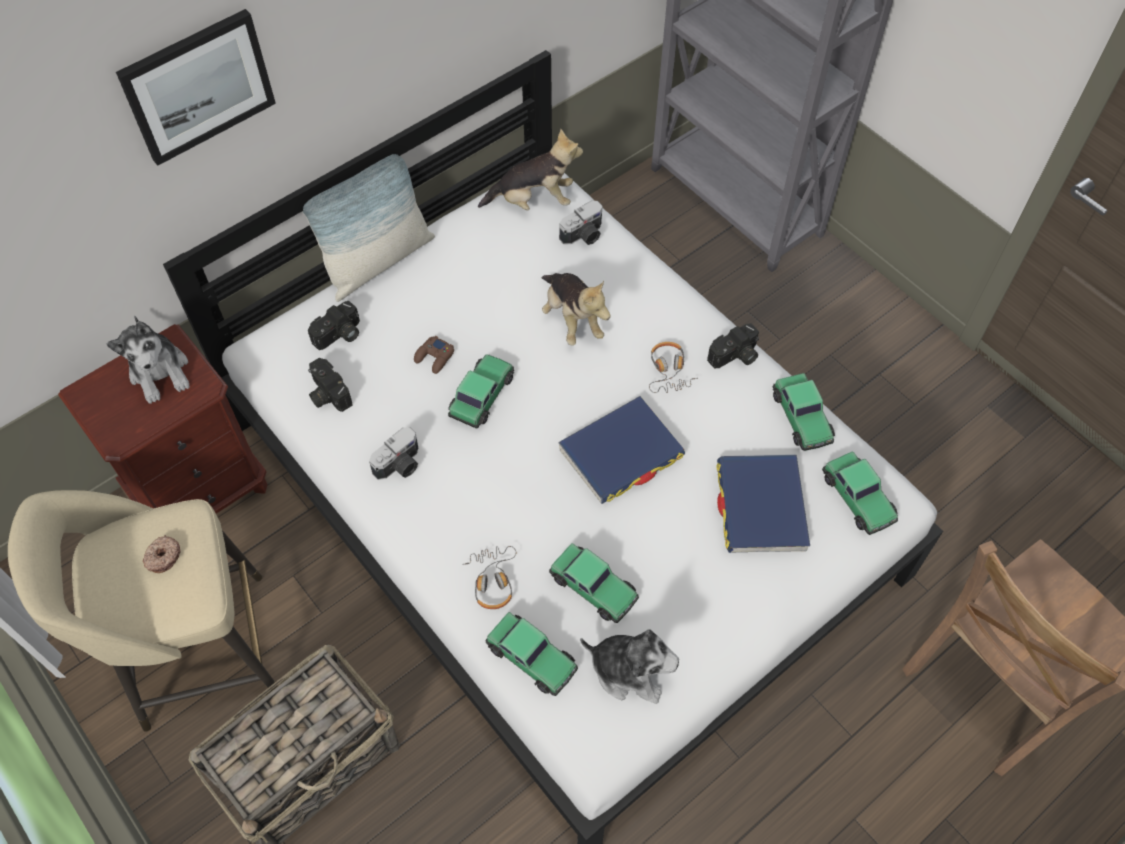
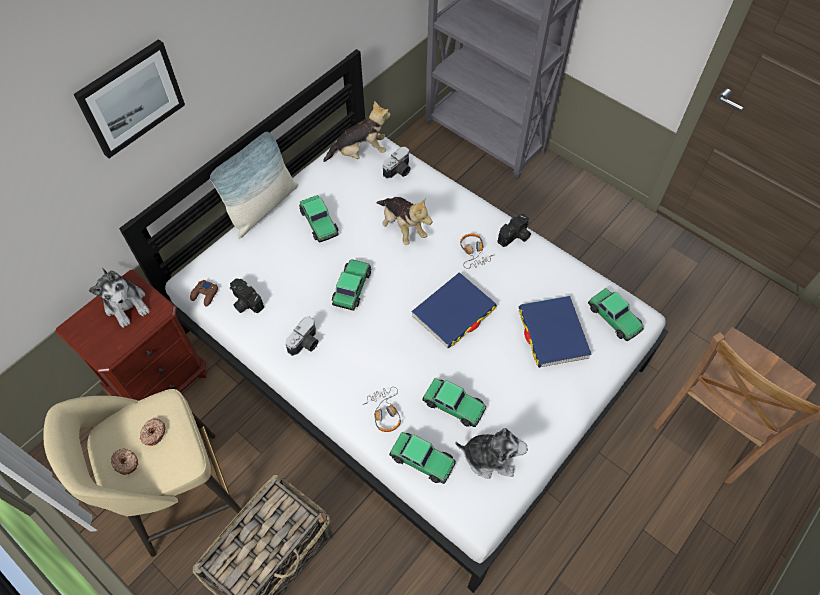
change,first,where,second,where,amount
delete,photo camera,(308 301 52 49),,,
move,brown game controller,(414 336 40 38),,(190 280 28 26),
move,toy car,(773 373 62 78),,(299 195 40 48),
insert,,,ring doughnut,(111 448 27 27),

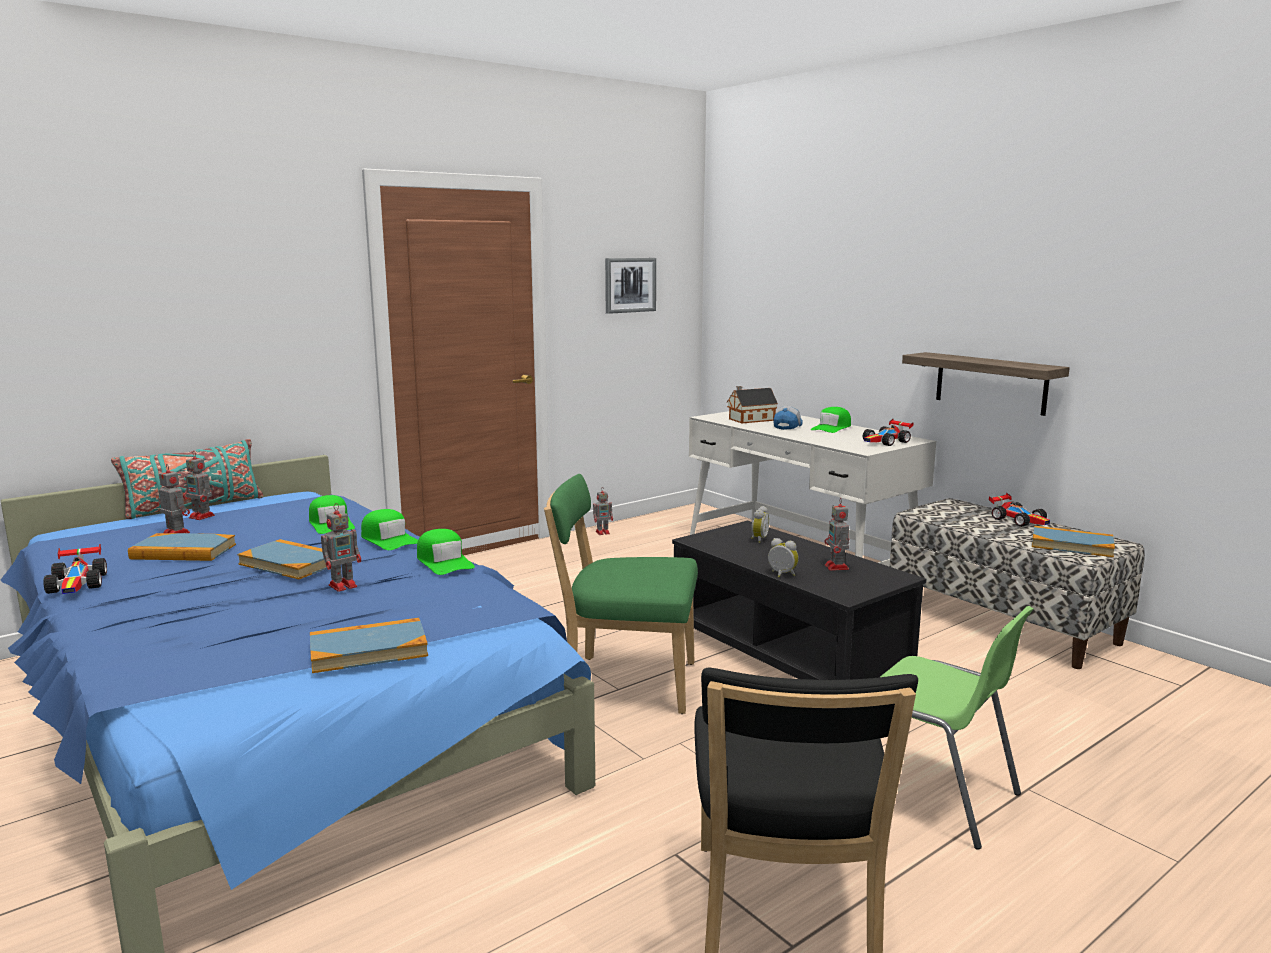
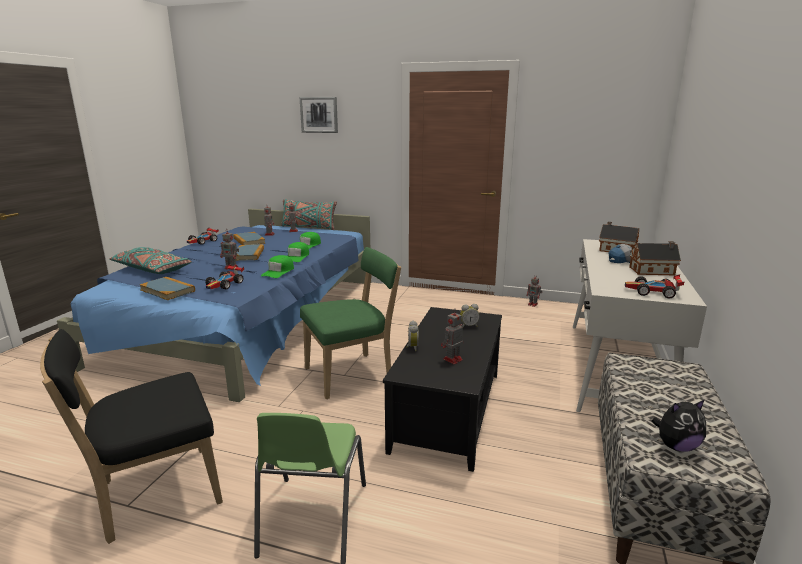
change,first,where,second,where,amount
move,wall art,(605 258 51 56),,(300 97 38 36),
delete,shelf,(902 352 168 64),,,
replace,green baseball cap,(811 407 40 26),model house,(629 241 52 34),
rotate,green plain chair,(544 474 154 240),,(300 247 101 152),90 degrees clockwise
move,toy car,(989 493 61 34),,(205 265 39 24),
replace,book,(1032 526 83 31),plush toy,(652 400 54 52),
insert,,,turquoise-coloured throw pillow,(110 247 82 27),

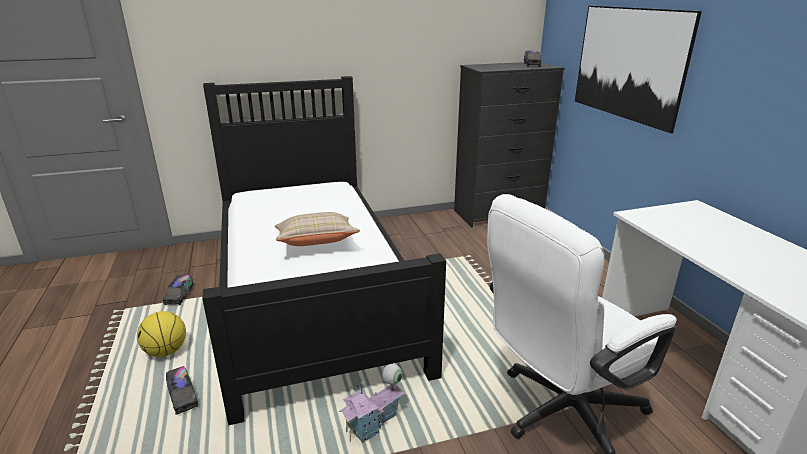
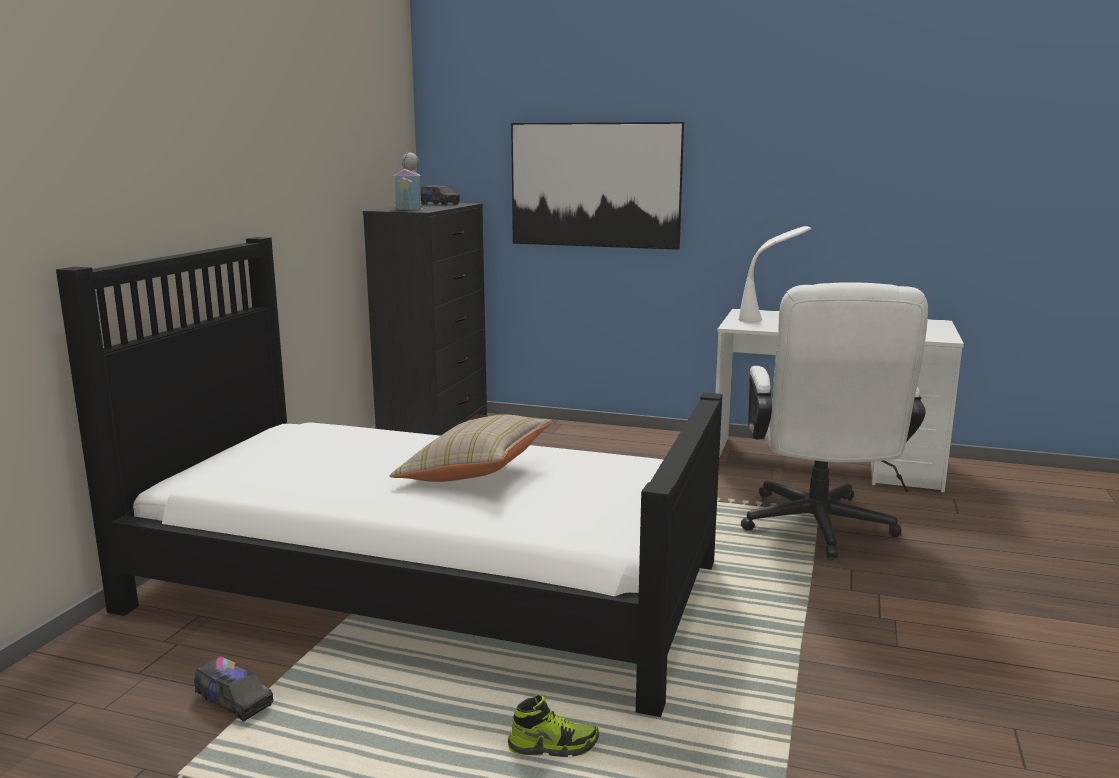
change,first,where,second,where,amount
delete,basketball,(137 311 49 46),,,
move,model house,(339 364 65 79),,(393 153 30 57),
replace,model truck,(166 366 32 49),low shoe,(508 694 91 63),
insert,,,white-coloured table lamp,(739 226 72 96),

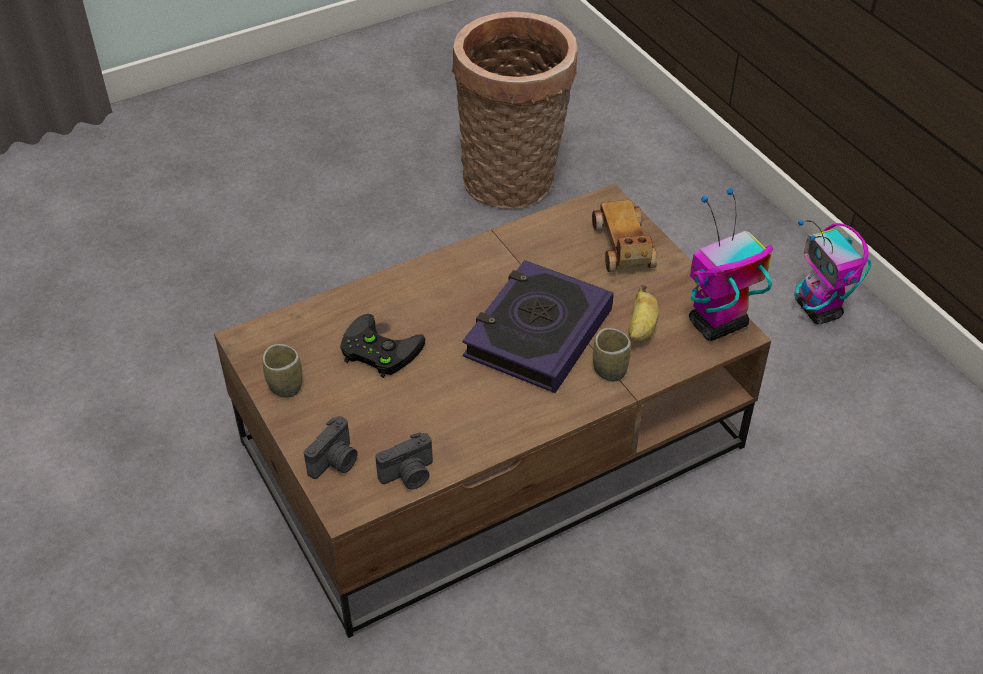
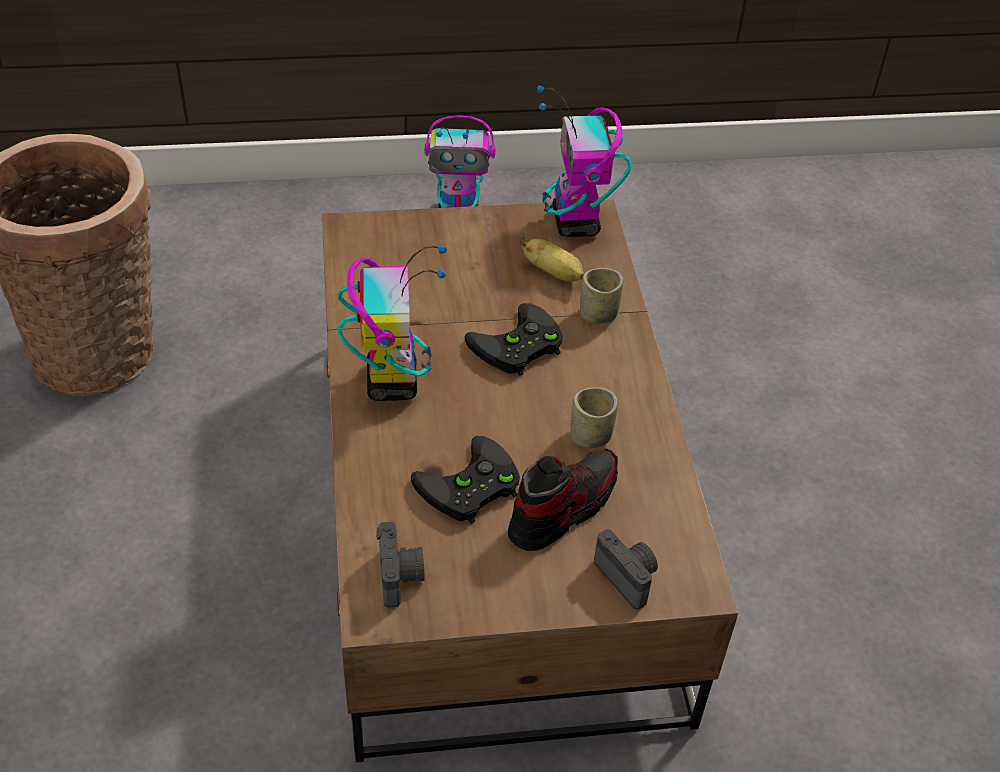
change,first,where,second,where,amount
delete,toy car,(592 200 65 72),,,
replace,book,(462 260 152 133),black game controller,(465 303 98 73),
move,drinking cup,(263 344 39 54),,(570 387 48 61),
move,photo camera,(375 432 58 58),,(376 521 49 87),
insert,,,robot figure,(337 245 110 156),
insert,,,low shoe,(508 448 110 103),

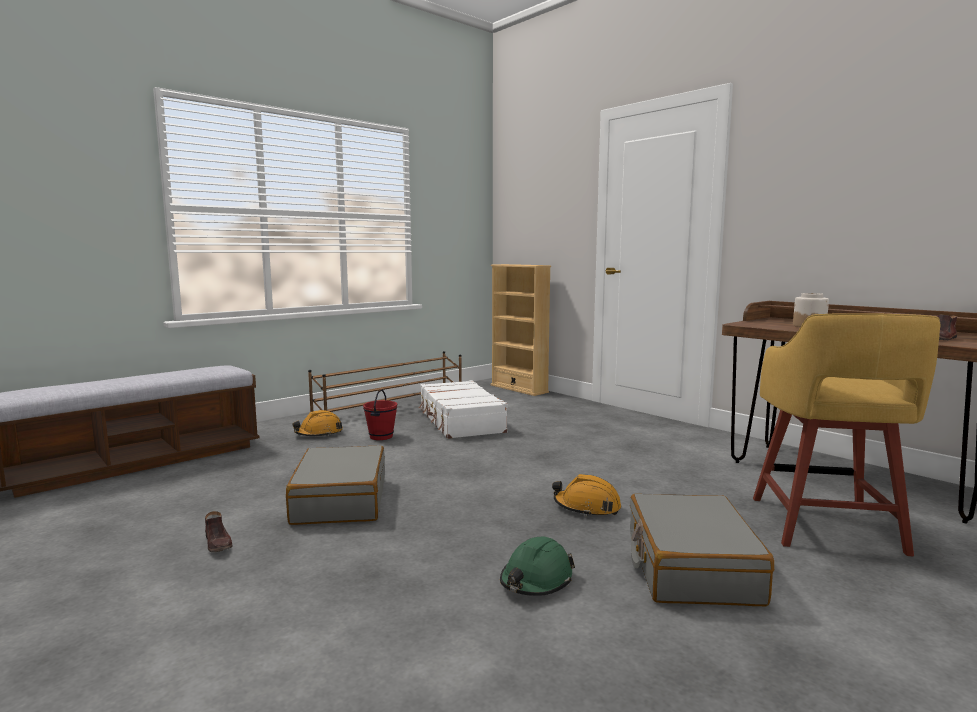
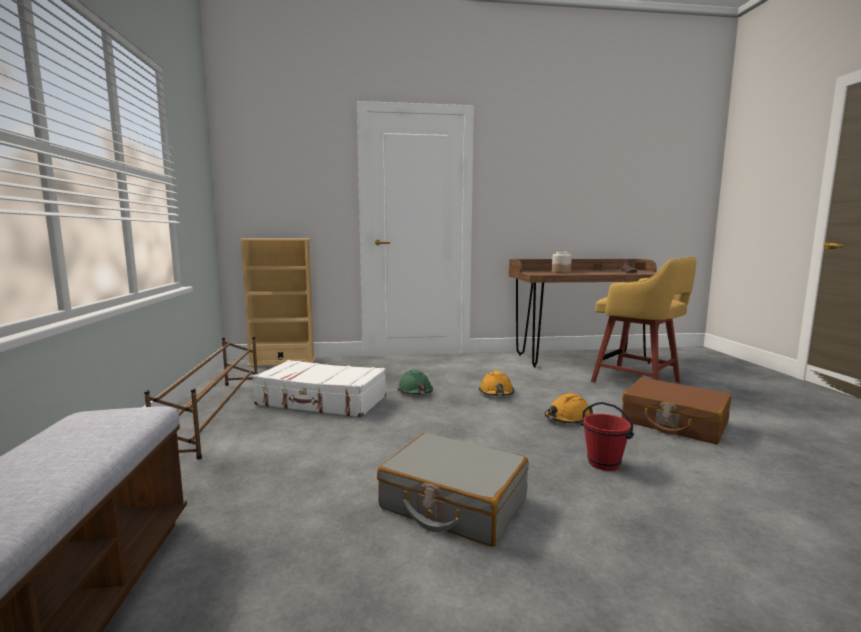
change,first,where,second,where,amount
move,reddish pail,(363 389 34 51),,(580 402 54 69),
move,orangey safety helmet,(292 410 51 26),,(479 371 35 25),
recolor,grey piece of luggage,(630 494 144 112),brown piece of luggage,(622 377 109 67),
delete,brown low shoe,(205 511 27 41),,,
move,green safety helmet,(500 537 75 59),,(398 370 35 24),

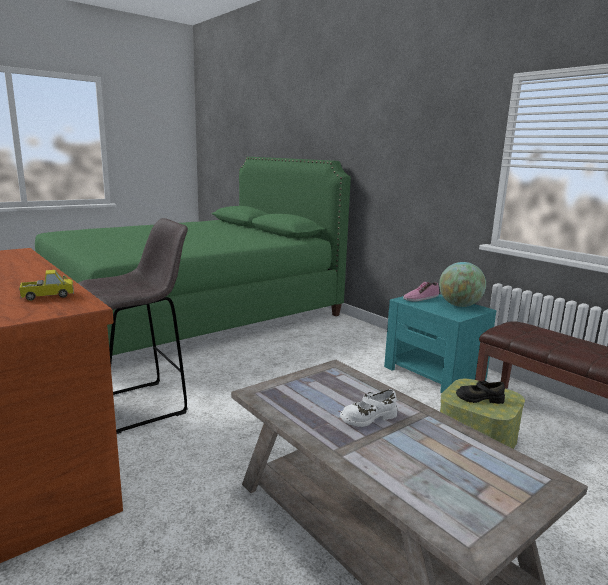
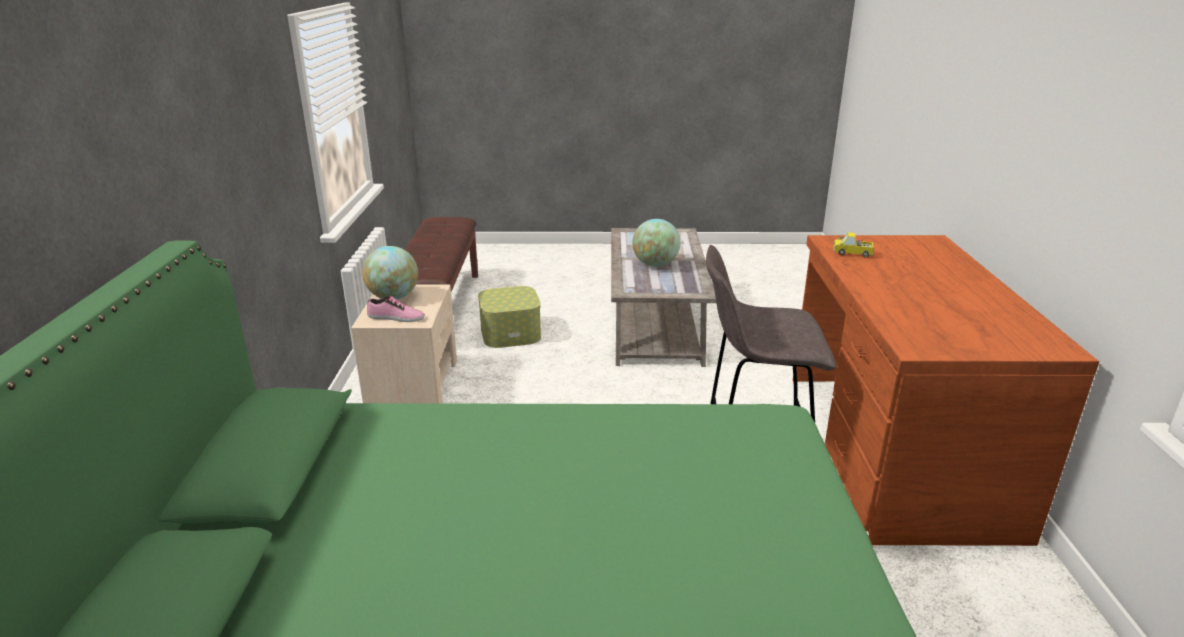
change,first,where,second,where,amount
recolor,turquoise-coloured bedside table,(384 294 113 99),beige-coloured bedside table,(351 284 106 120),
delete,black low shoe,(456 380 49 24),,,
replace,white-coloured low shoe,(340 389 57 38),globe,(632 219 48 48),

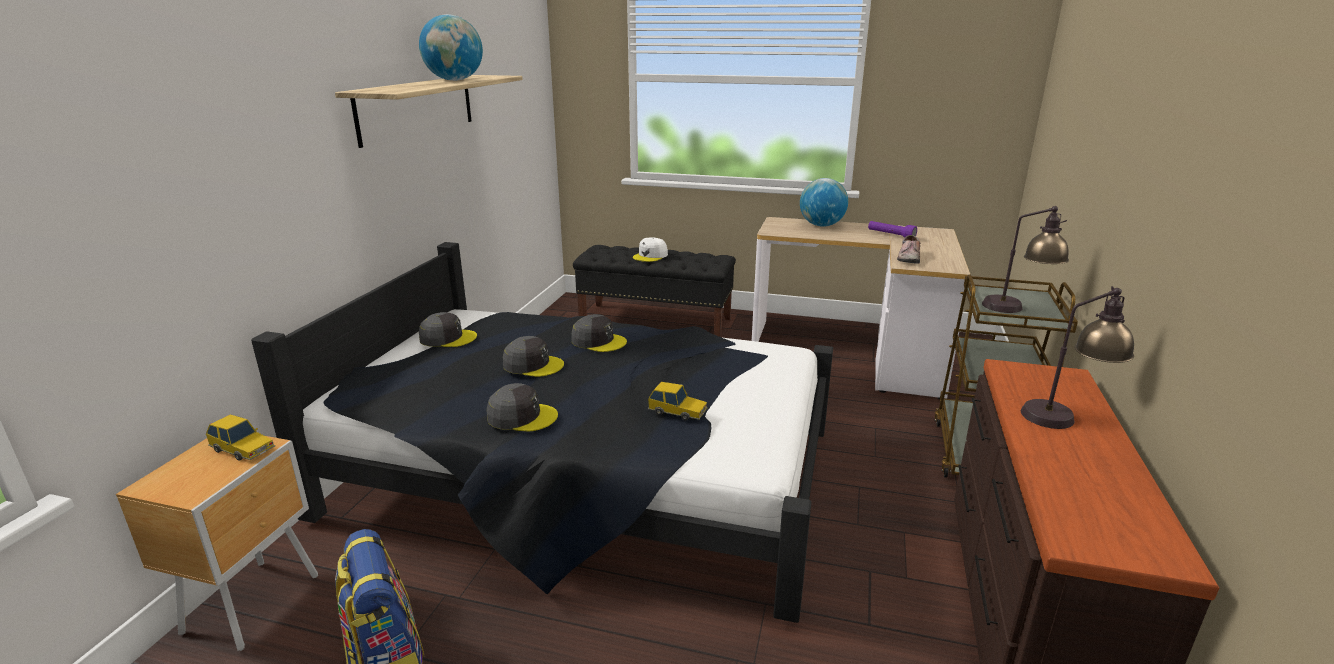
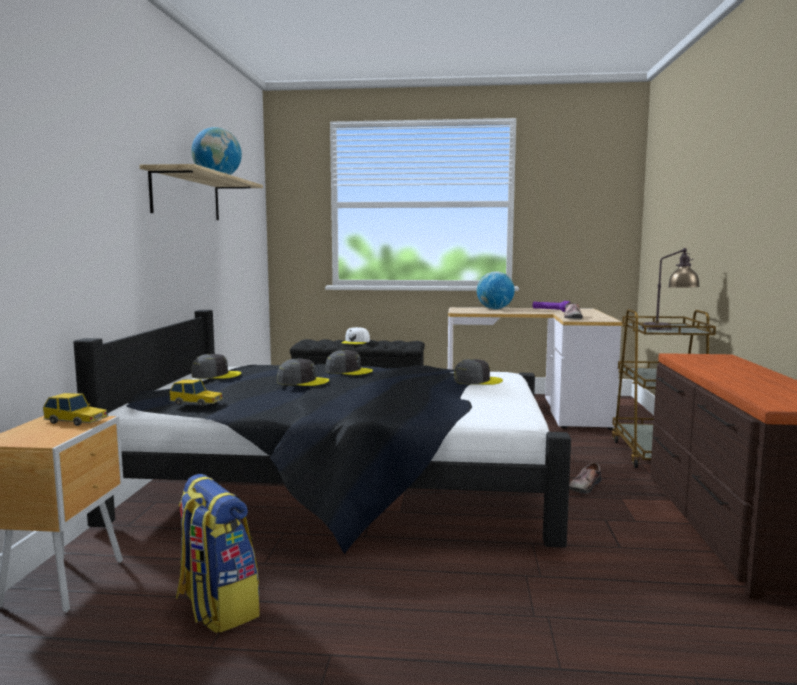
change,first,where,second,where,amount
delete,table lamp,(1021 286 113 143),,,
move,toy car,(648 382 60 38),,(169 379 54 27),
move,grey baseball cap,(487 383 71 49),,(454 359 49 26),
insert,,,low shoe,(569 463 33 31),

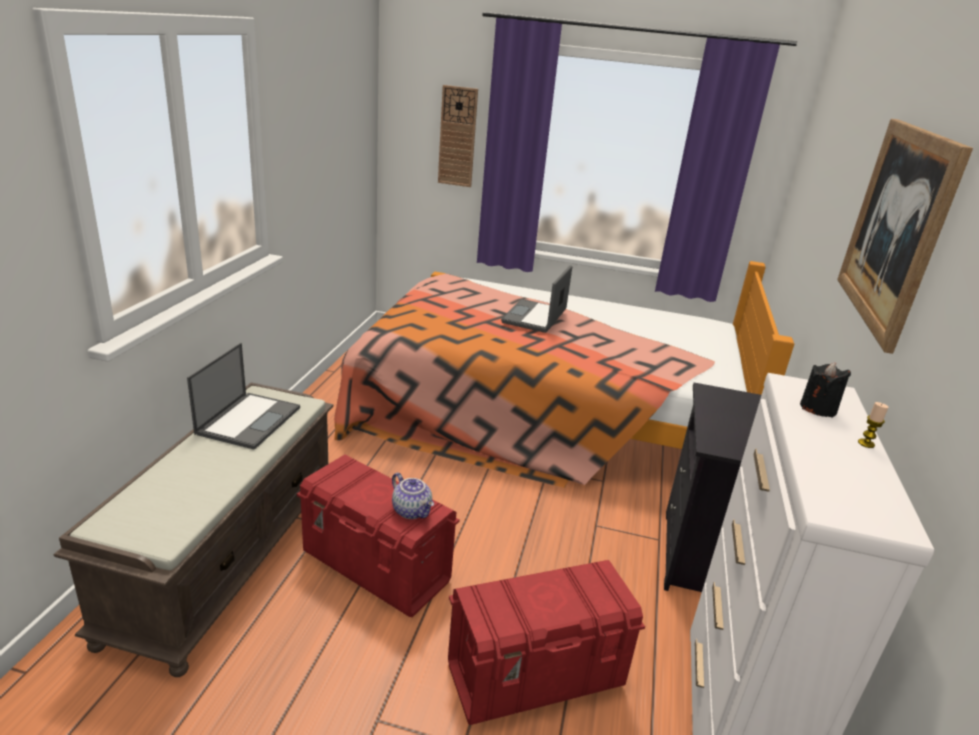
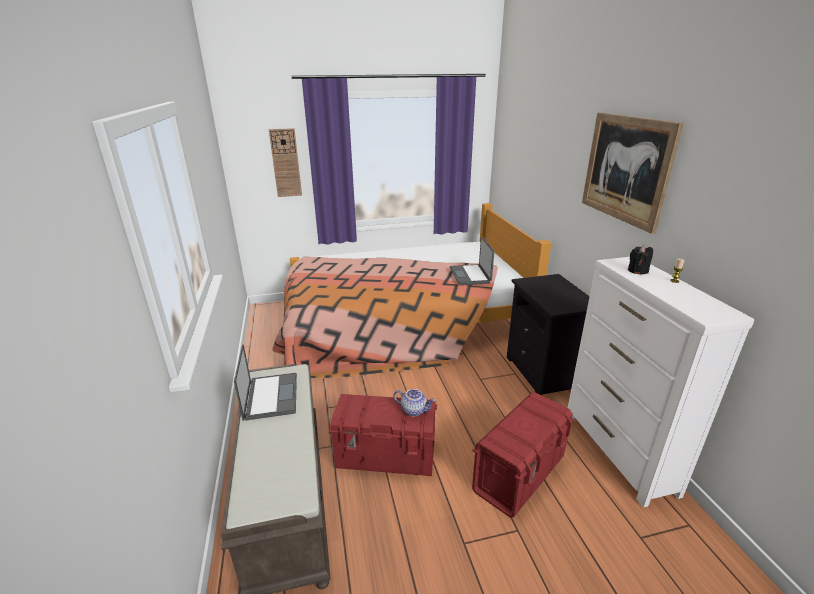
change,first,where,second,where,amount
move,portable computer,(501 265 71 68),,(450 236 44 49),

